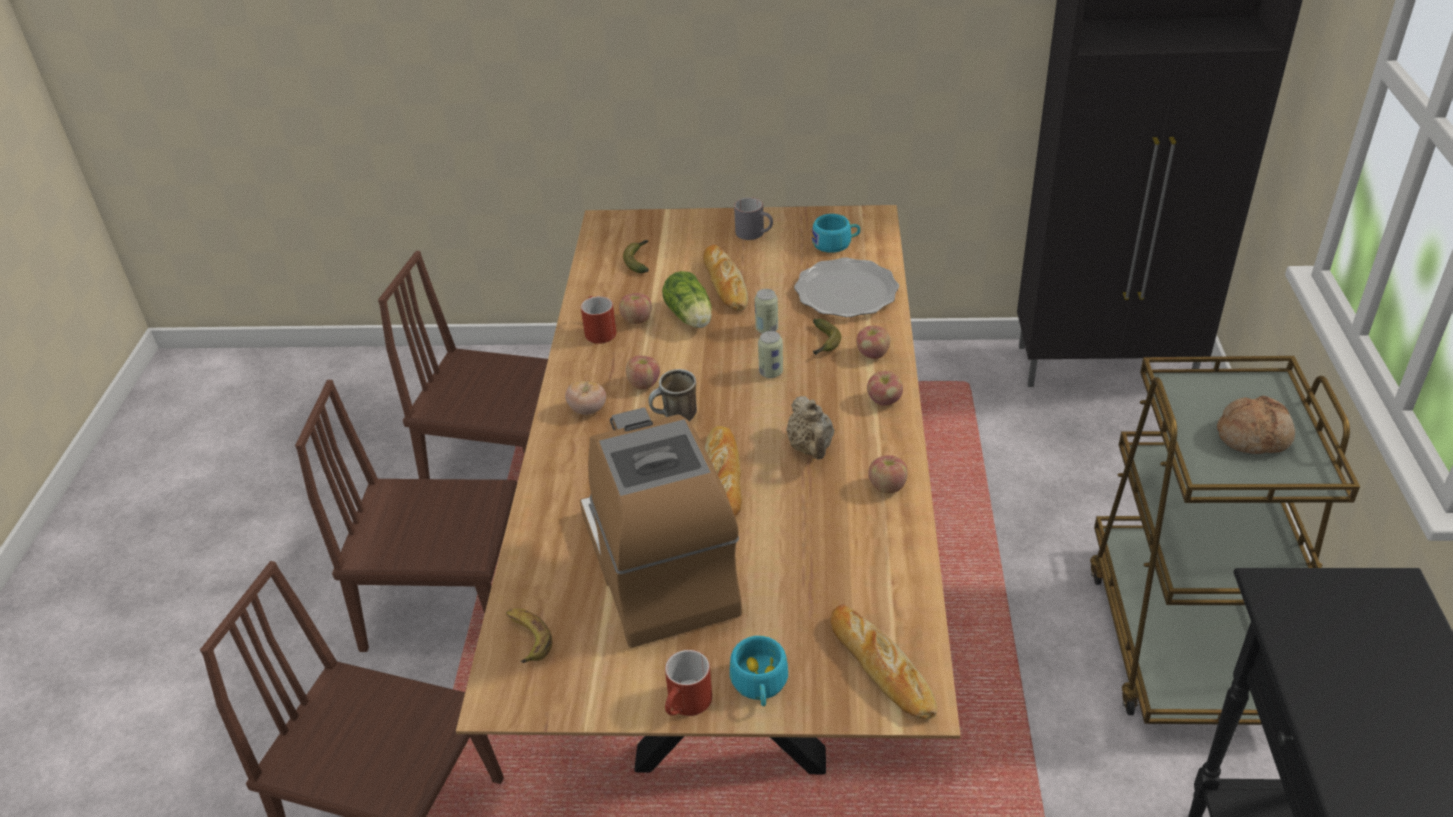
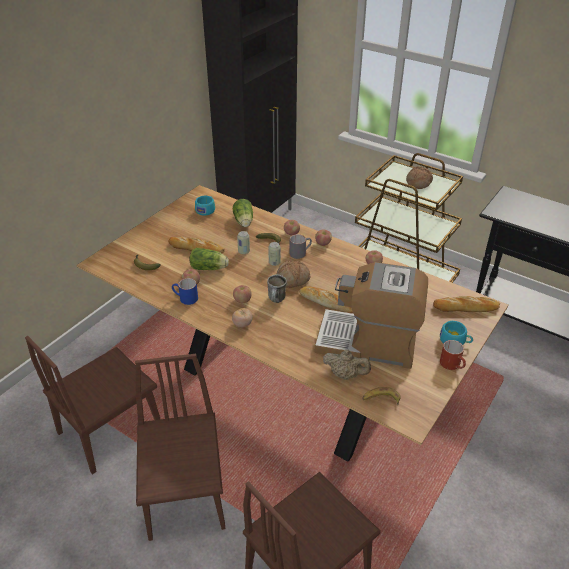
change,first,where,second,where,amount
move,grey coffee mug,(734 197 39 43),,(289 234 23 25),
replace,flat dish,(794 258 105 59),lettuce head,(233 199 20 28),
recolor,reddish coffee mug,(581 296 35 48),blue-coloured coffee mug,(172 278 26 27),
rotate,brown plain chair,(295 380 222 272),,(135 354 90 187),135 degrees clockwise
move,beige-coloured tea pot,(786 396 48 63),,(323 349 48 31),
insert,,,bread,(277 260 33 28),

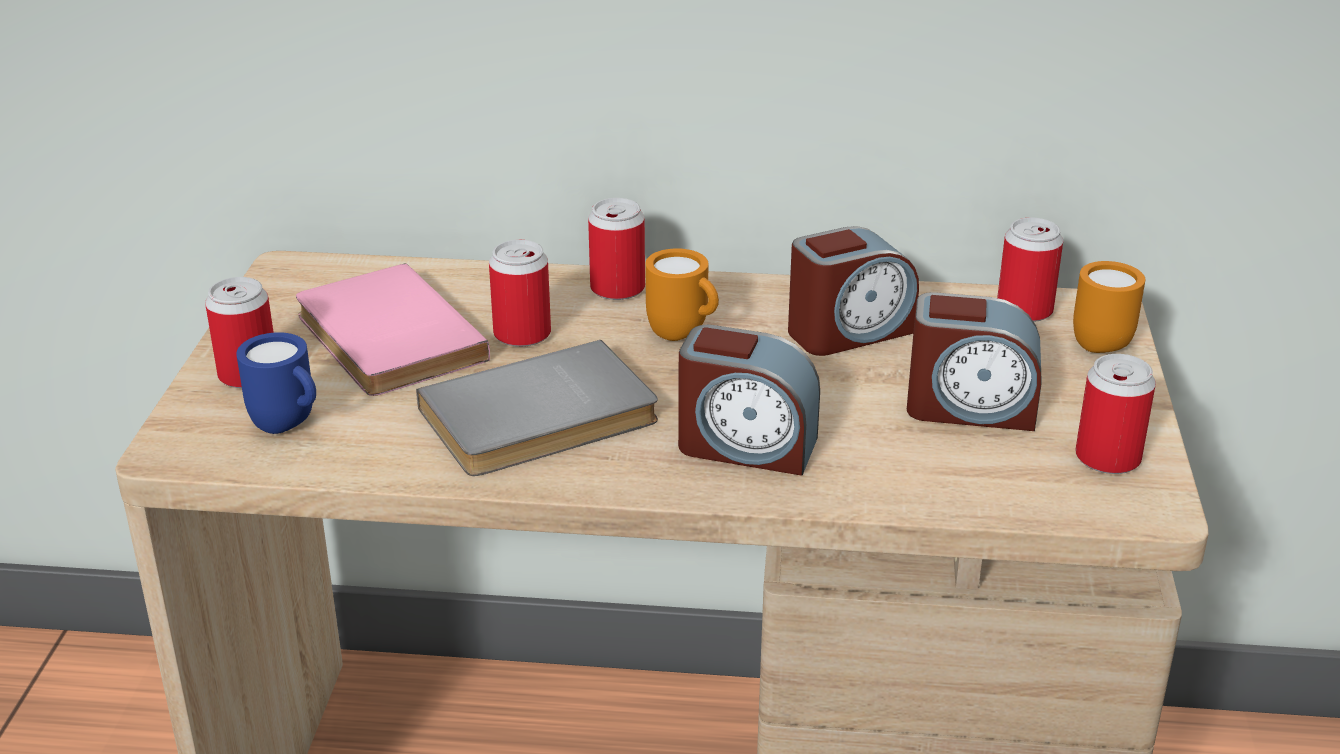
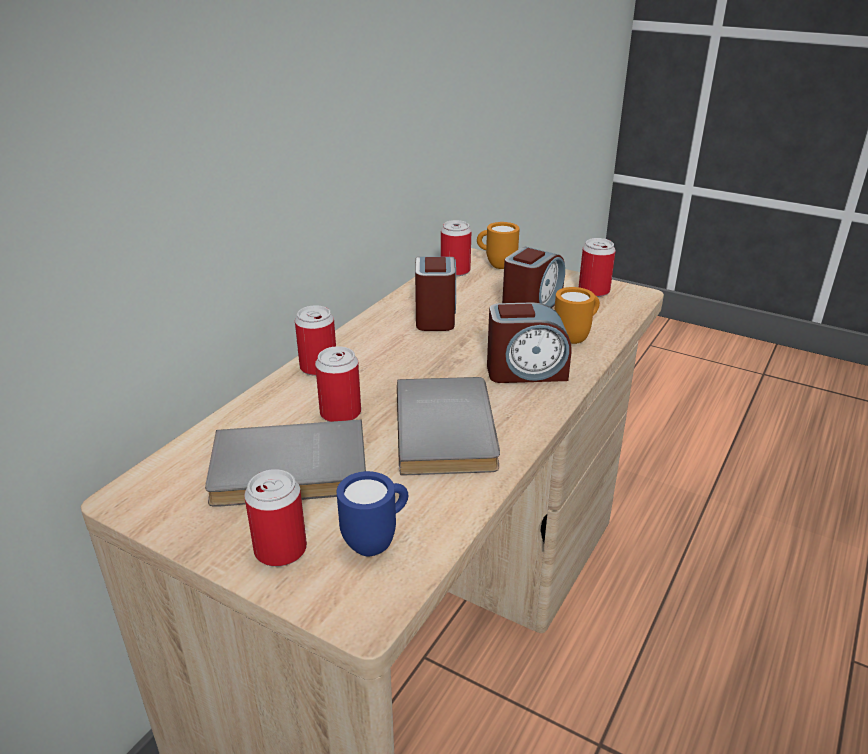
change,first,where,second,where,amount
move,orangey coffee mug,(645 248 74 93),,(554 287 46 57),
recolor,pinkish book,(296 263 194 133),grey book,(205 420 161 87),
rotate,table clock,(678 325 142 151),,(487 302 85 81),45 degrees clockwise

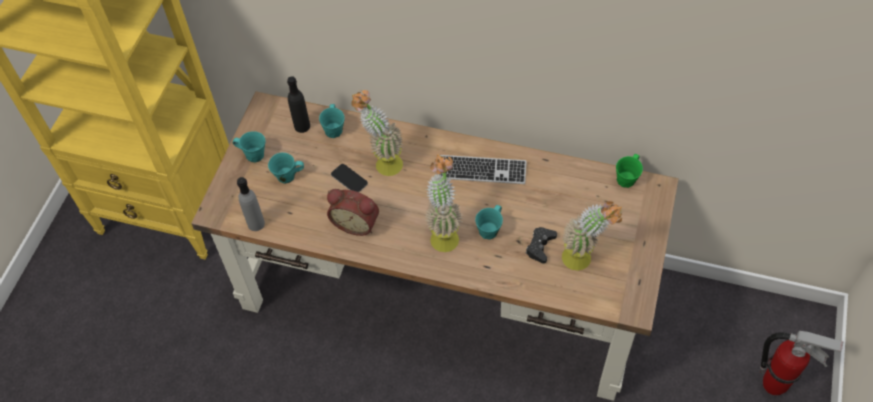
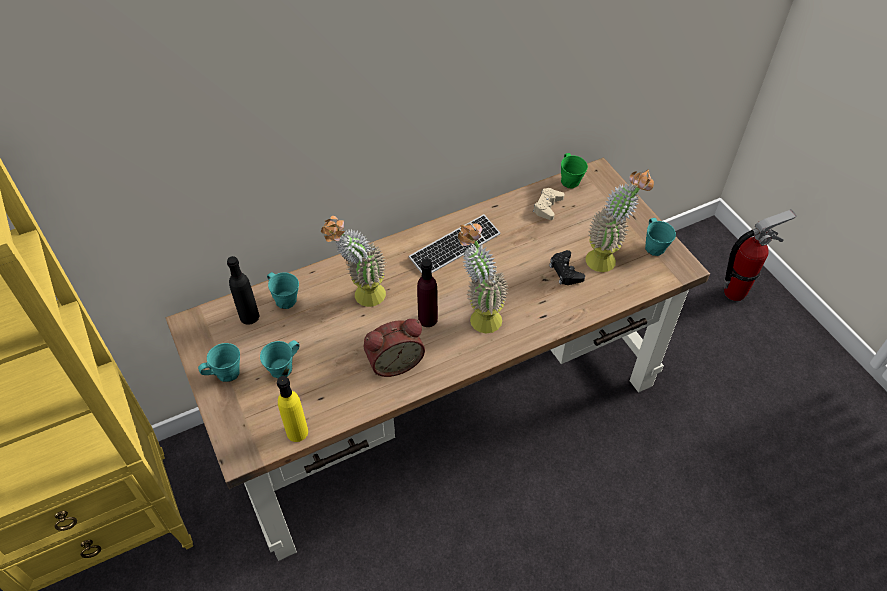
change,first,where,second,where,amount
delete,phone,(331 164 37 28),,,
recolor,grey bottle,(237 177 28 54),yellowish bottle,(277 376 31 66),
move,turquoise-coloured coffee mug,(475 205 28 35),,(645 218 31 38),
insert,,,beige-coloured game controller,(533 188 32 32),
insert,,,purple-coloured bottle,(417 259 21 68),

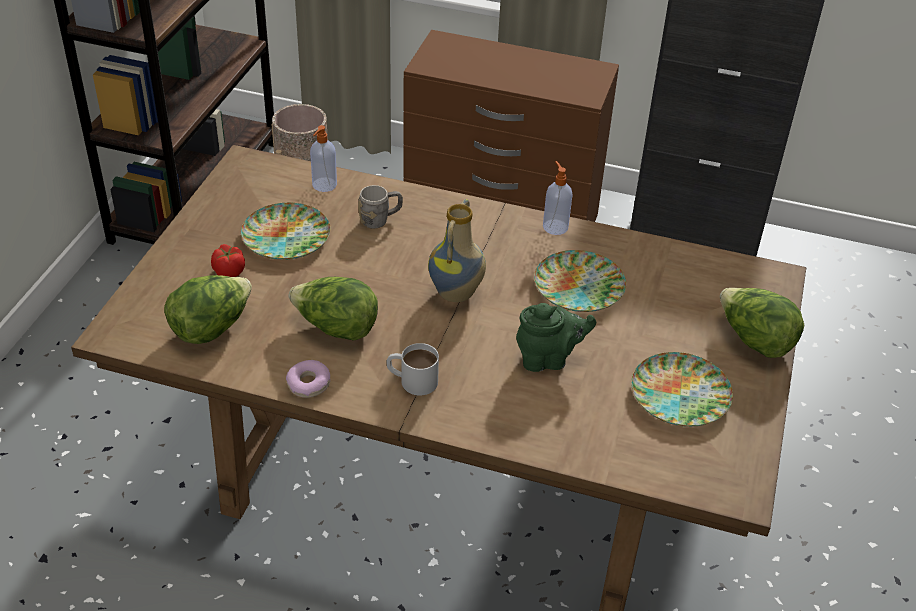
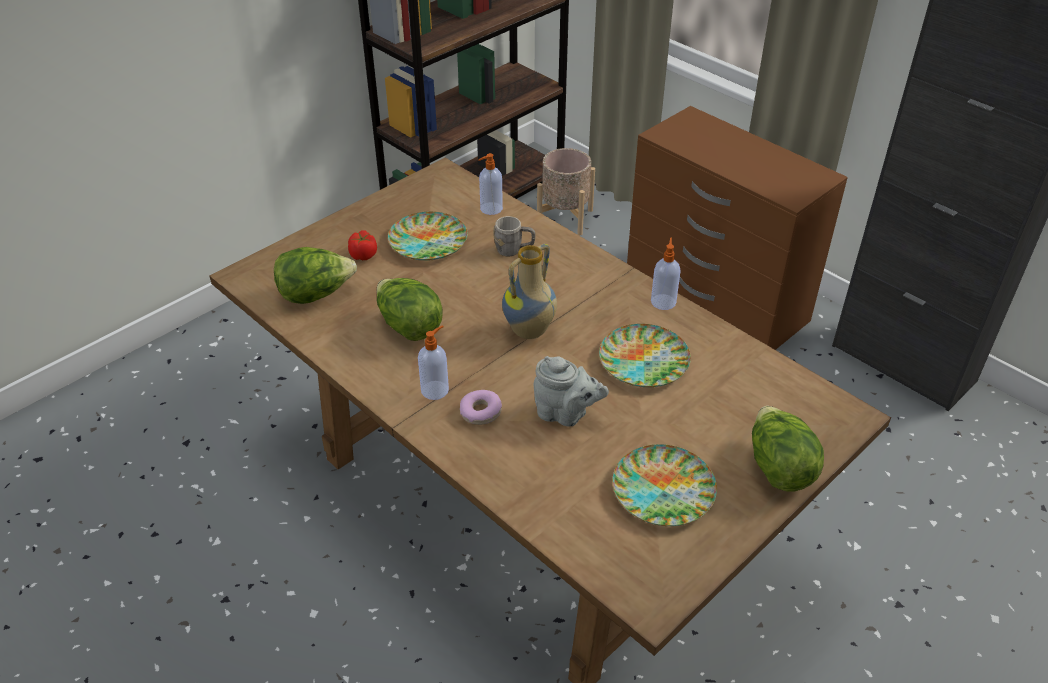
change,first,where,second,where,amount
recolor,green tea pot,(516 303 80 69),grey tea pot,(534 356 75 71),
replace,white-coloured coffee mug,(386 343 53 52),soap dispenser,(418 325 31 75),
move,ring doughnut,(286 360 45 38),,(460 390 42 35),

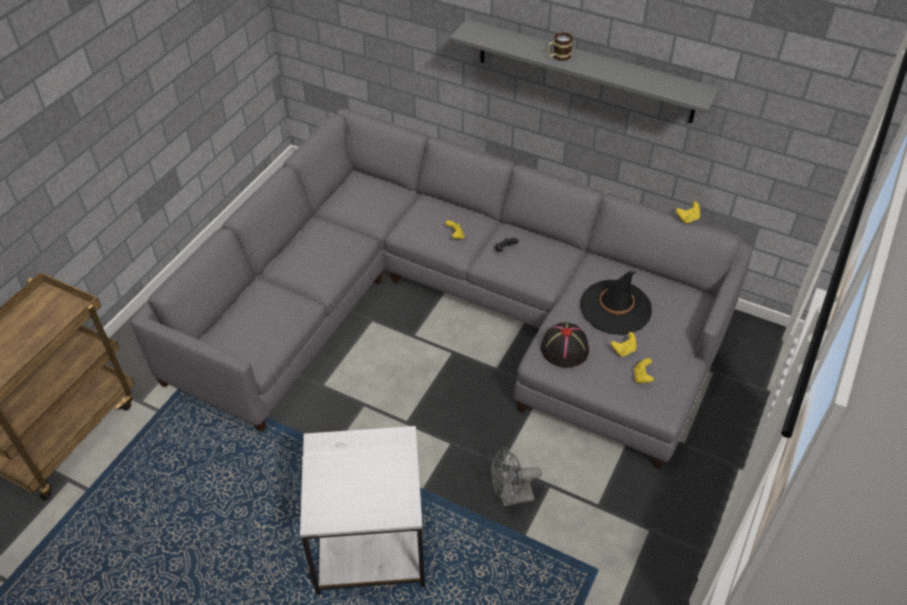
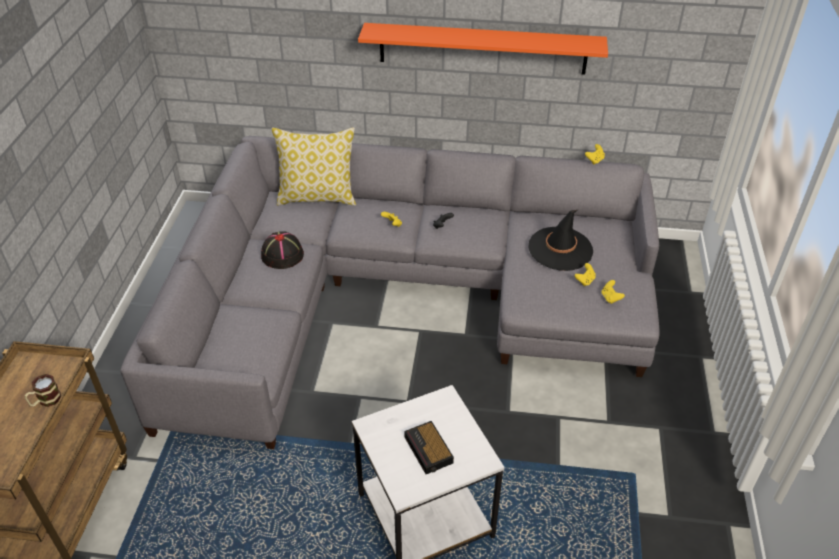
change,first,where,second,where,amount
recolor,grey shelf,(450 19 270 104),orangey shelf,(358 23 250 52),
move,coffee mug,(547 32 26 29),,(25 374 36 33),
move,black wearable hat,(541 323 48 45),,(261 231 43 38),
delete,grey cooling fan,(491 447 51 59),,,
insert,,,throw pillow,(272 127 84 79),
insert,,,table clock,(404 421 50 53),

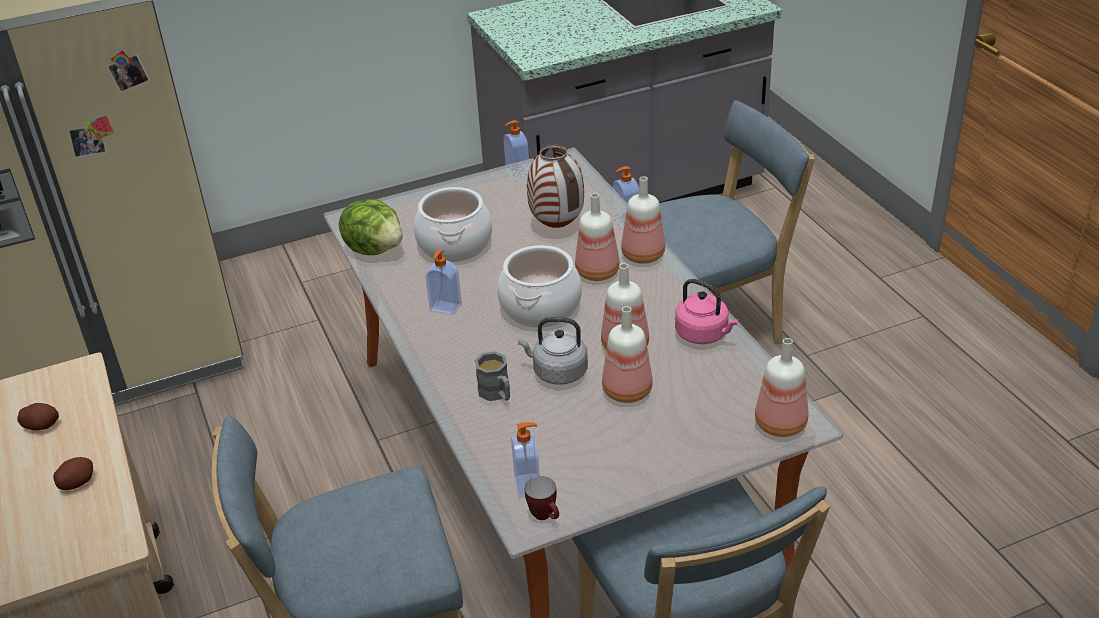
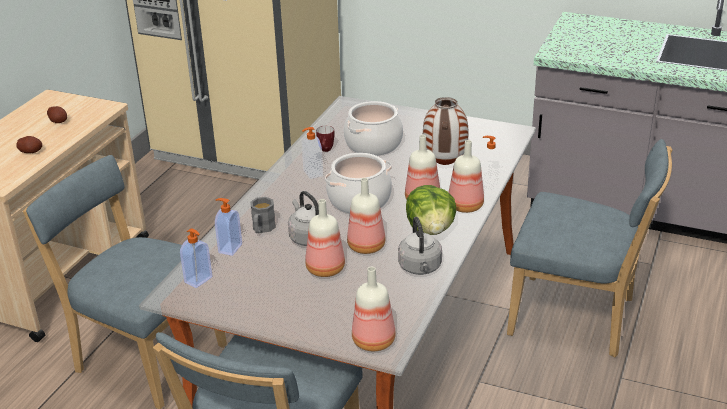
change,first,where,second,where,amount
move,soap dispenser,(504 120 25 61),,(215 198 27 58),
move,lettuce head,(339 199 64 56),,(406 185 50 50),
recolor,pinkish water kettle,(675 279 64 65),grey water kettle,(398 217 44 58),
move,coffee mug,(525 476 34 44),,(316 126 19 26),

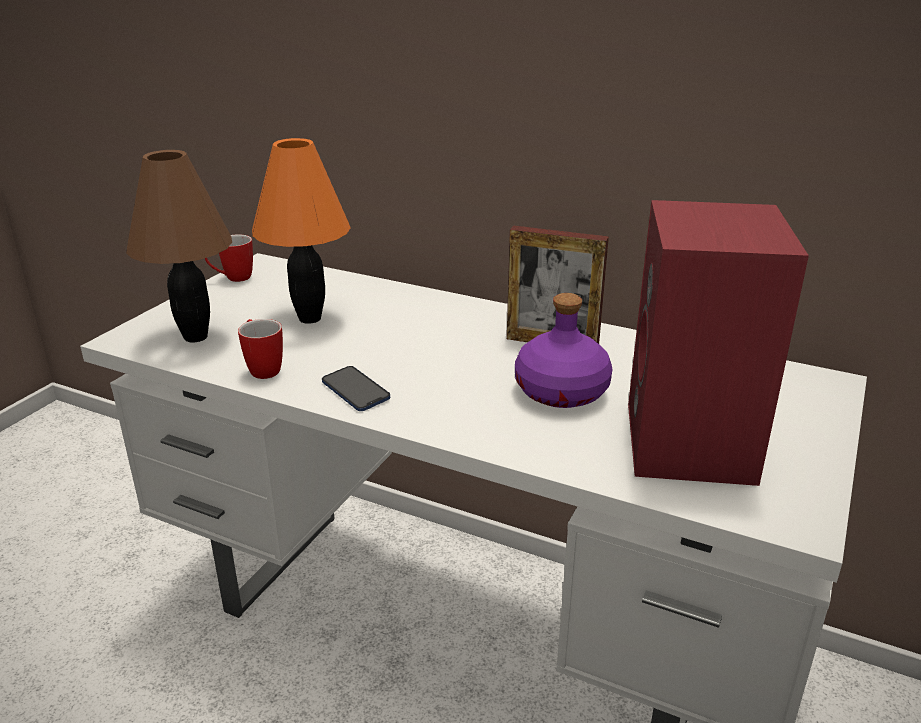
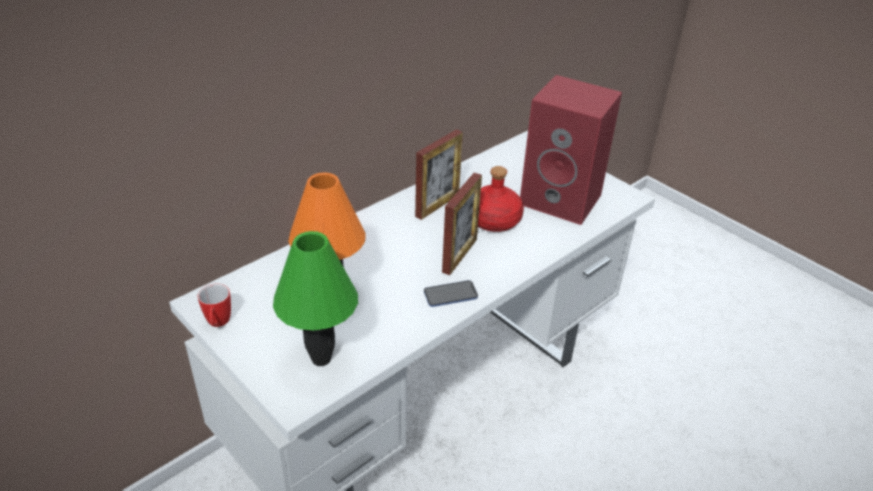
change,first,where,second,where,amount
recolor,brown table lamp,(126 150 106 193),green table lamp,(273 231 85 135),
recolor,purple-coloured bottle,(515 293 98 115),reddish bottle,(478 166 46 66),
delete,coffee mug,(238 319 45 60),,,
insert,,,standing frame,(442 173 40 102),

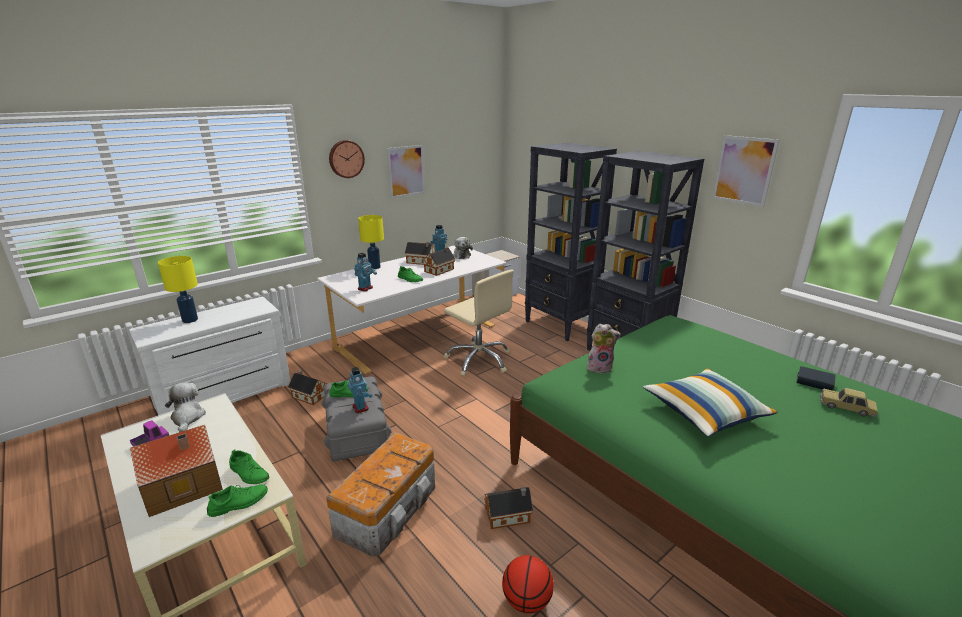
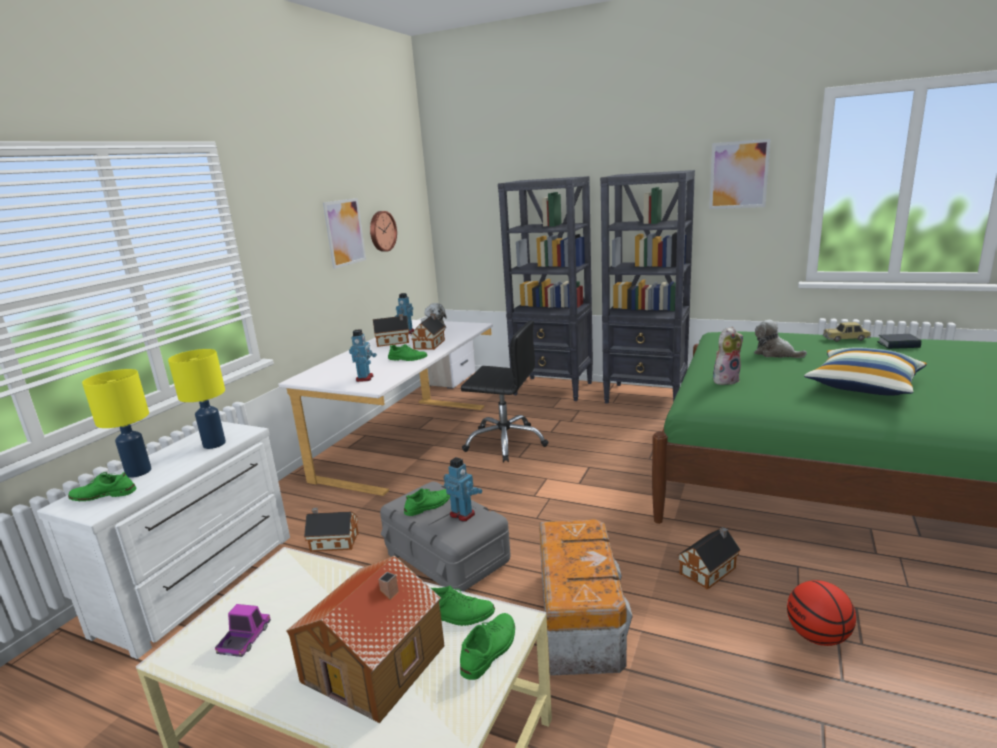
change,first,where,second,where,amount
move,hanging clock,(329 140 36 38),,(370 211 27 41),
move,yellowish table lamp,(358 215 26 54),,(168 349 58 100),
recolor,beige-coloured office chair,(444 269 70 107),black office chair,(461 320 88 142),
move,plush toy,(165 383 41 49),,(754 320 53 38),
move,toy car,(820 388 58 29),,(823 322 48 20),
insert,,,green low shoe,(68 472 68 29),

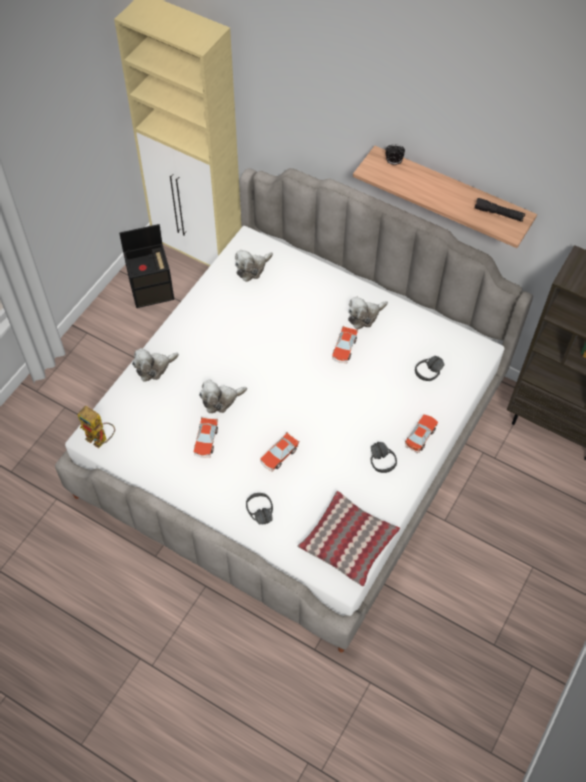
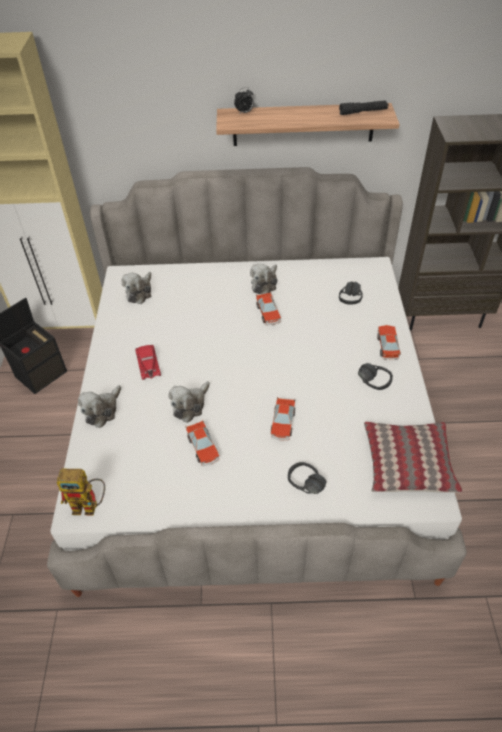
change,first,where,second,where,amount
insert,,,reddish toy car,(135 345 26 35),

